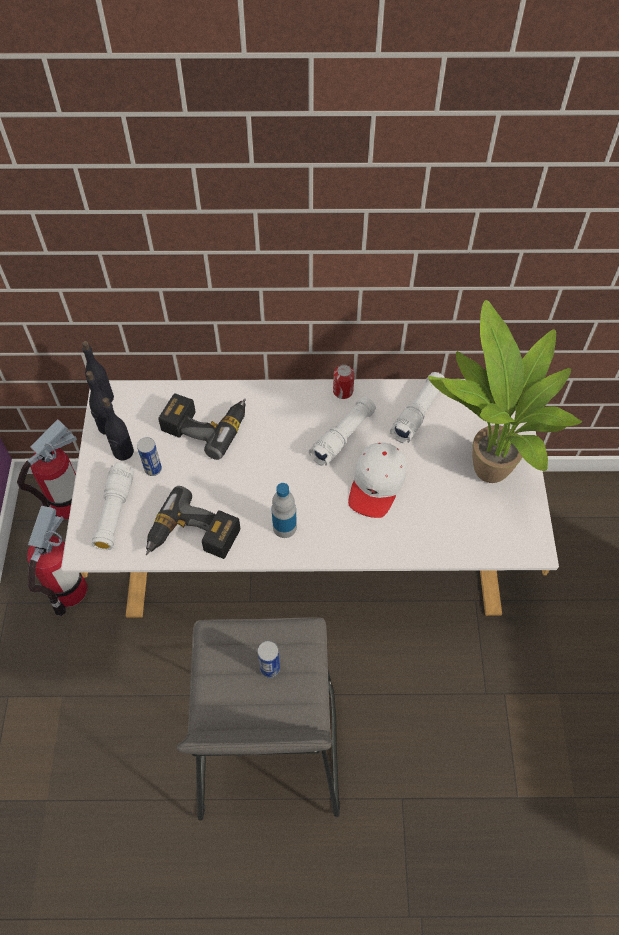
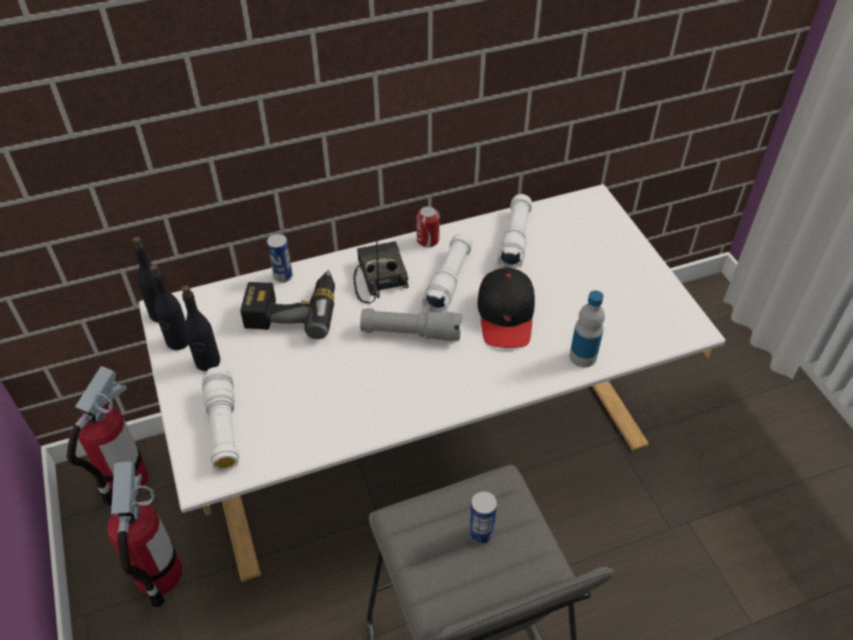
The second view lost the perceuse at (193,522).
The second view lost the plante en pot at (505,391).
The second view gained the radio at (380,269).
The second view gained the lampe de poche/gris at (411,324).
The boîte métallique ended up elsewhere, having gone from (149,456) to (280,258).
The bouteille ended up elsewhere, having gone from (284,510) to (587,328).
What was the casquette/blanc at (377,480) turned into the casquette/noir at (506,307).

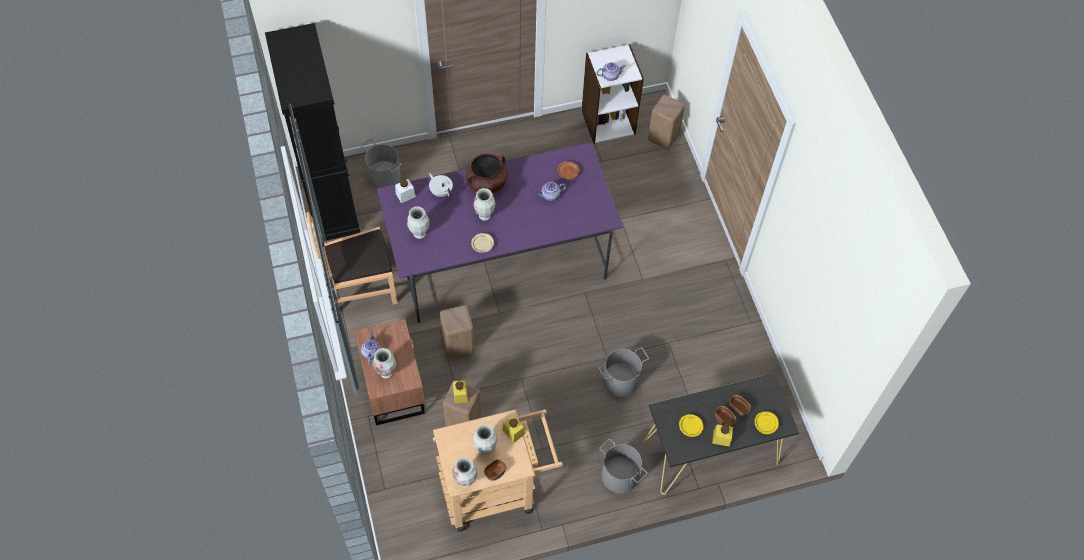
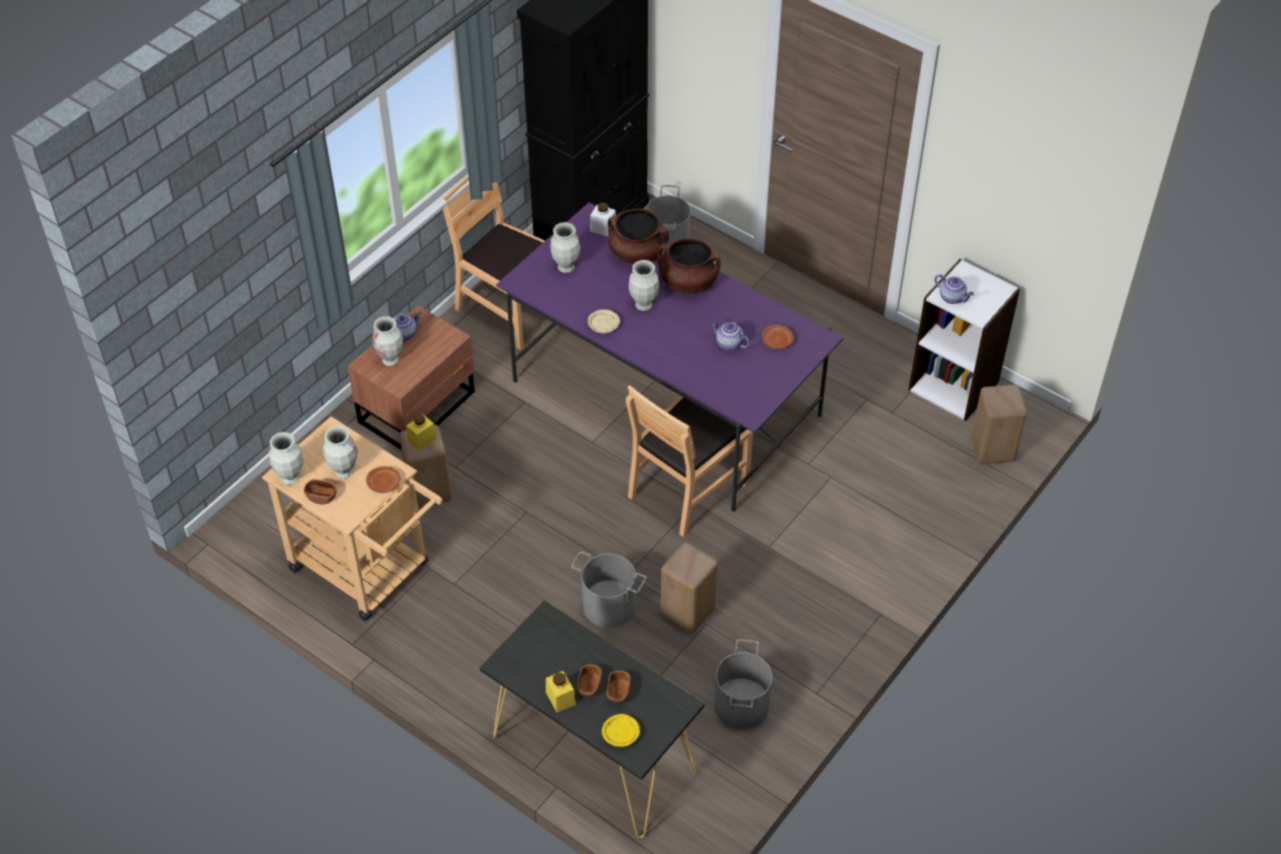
The second view lost the assiette/jaune at (691,425).
The second view gained the chaise/marron at (689,461).
The tabouret/beige ended up elsewhere, having gone from (457,331) to (689,588).
The seau/gris ended up elsewhere, having gone from (623,466) to (743,684).
Where the théière/blanc stood at (441,185), the marmite/marron came to stand at (638,236).
Where the bocal/jaune stood at (513,429), the assiette/marron came to stand at (383,479).

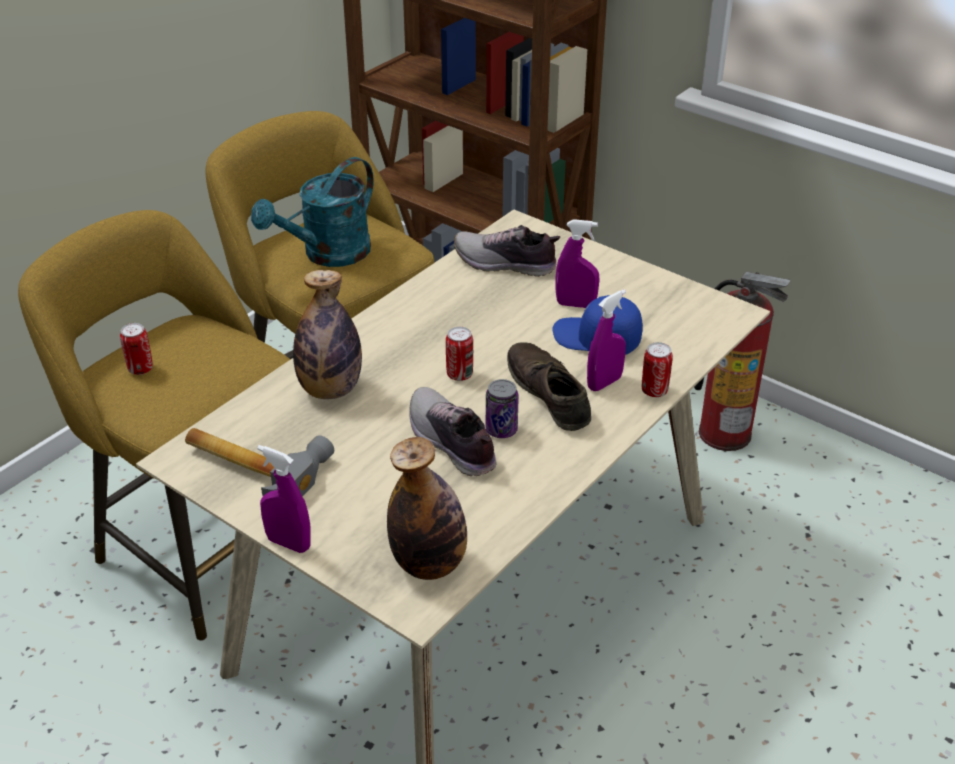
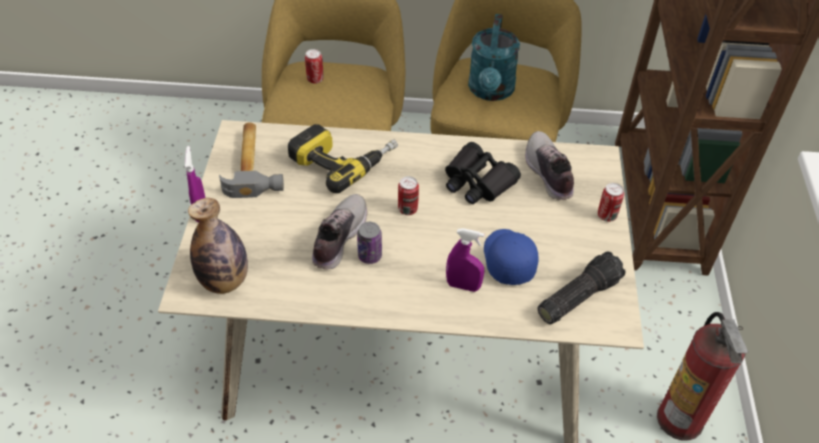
The second view lost the chaussure/marron at (549,386).
The second view lost the vaporisateur/violet at (577,263).
The second view gained the jumelles/noir at (483,173).
The second view gained the lampe de poche at (581,287).
The boîte métallique ended up elsewhere, having gone from (657,369) to (611,202).
Where the bouteille stood at (327,334), the perceuse came to stand at (343,158).
The arrosoir/turquoise at (312,212) ended up facing another way, 90 degrees counterclockwise from before.

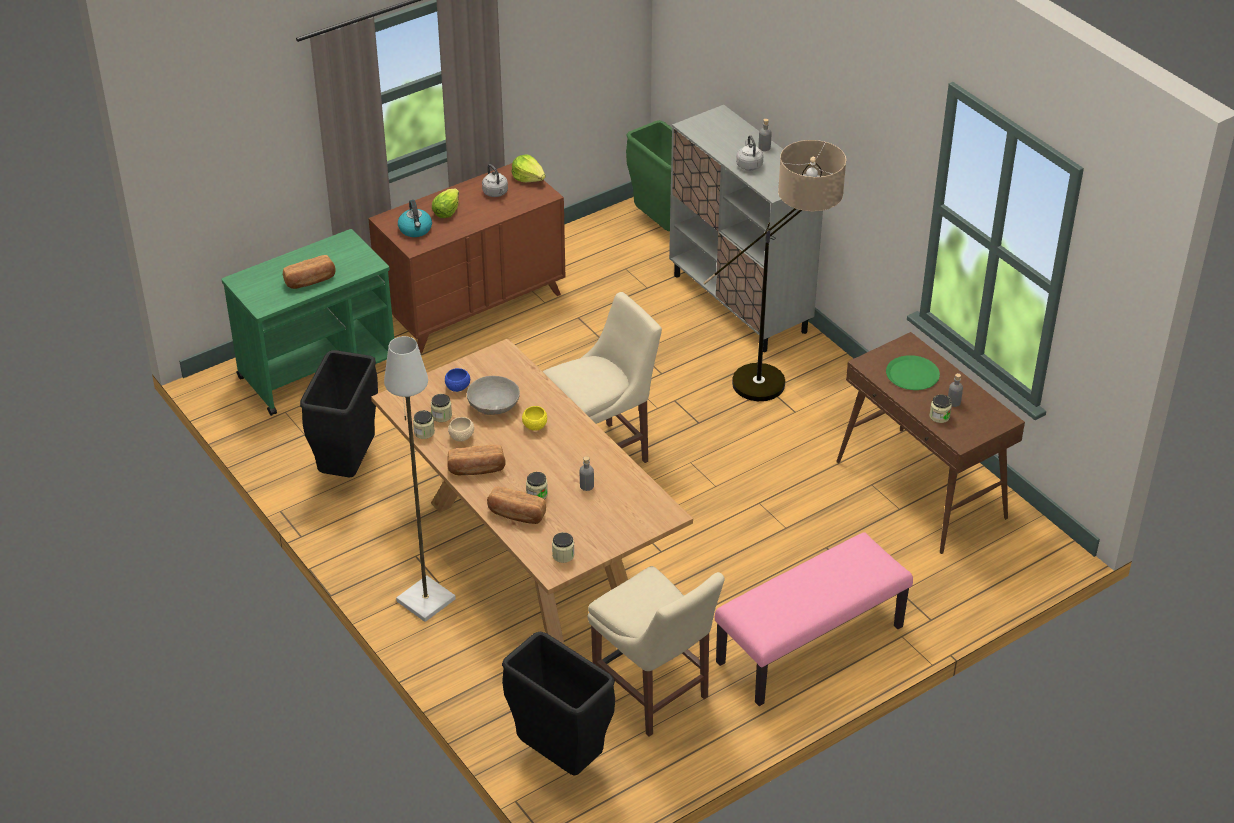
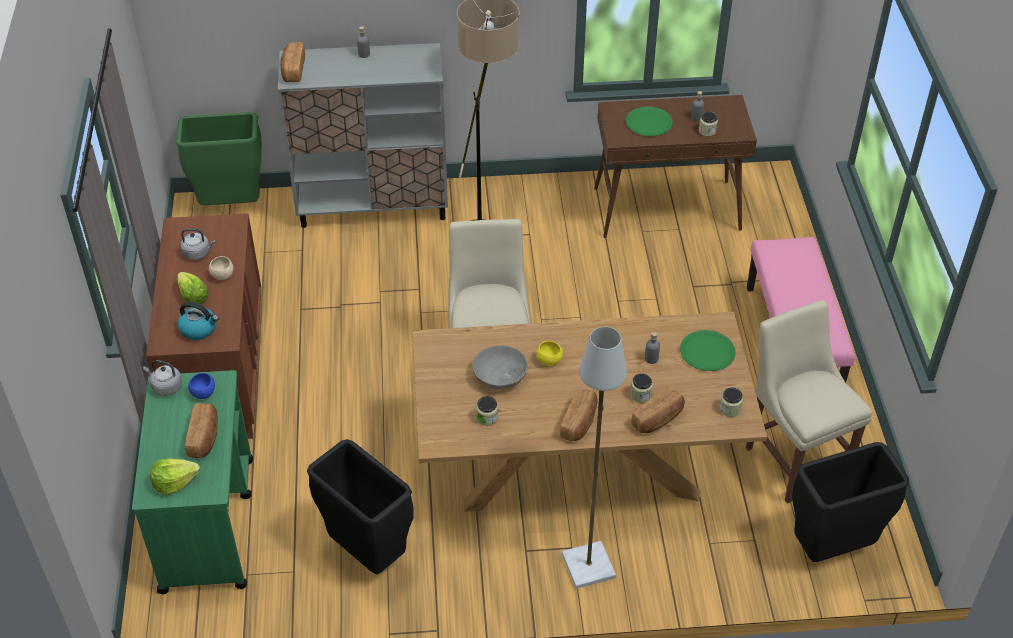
The second view lost the bocal at (424,424).
The second view gained the pain at (293,62).
The second view gained the assiette/vert at (708,350).
The bol/bleu ended up elsewhere, having gone from (457,380) to (201,386).
The bol/beige ended up elsewhere, having gone from (461,429) to (221,268).
The laitue ended up elsewhere, having gone from (528,168) to (175,476).
The bouilloire/gris ended up elsewhere, having gone from (749,153) to (162,378).
The chaise/beige at (656,651) ended up facing another way, 105 degrees counterclockwise from before.

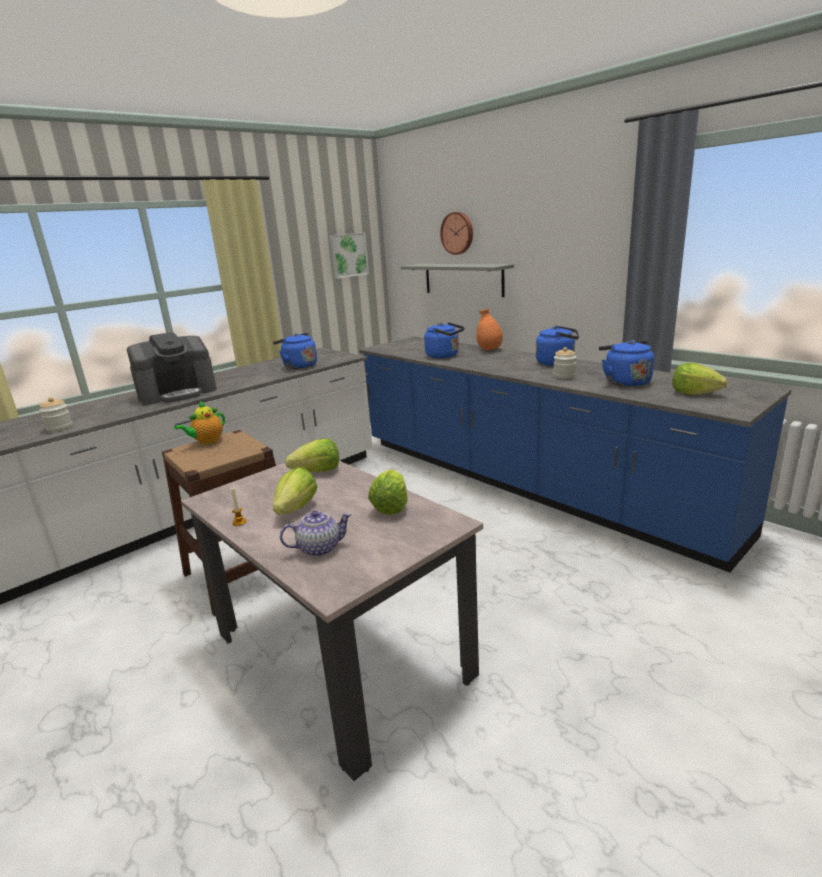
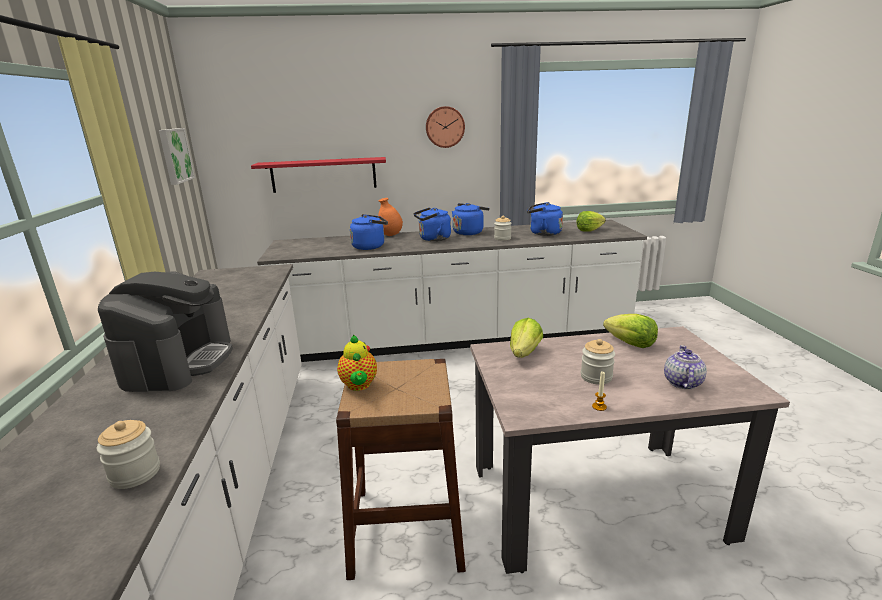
The bouilloire/bleu ended up elsewhere, having gone from (295,351) to (432,224).
The horloge murale ended up elsewhere, having gone from (456,233) to (445,127).
Where the laitue stood at (295,491), the bocal came to stand at (598,362).
What was the comptoir de cuisine/bleu at (575,454) turned into the comptoir de cuisine/blanc at (452,291).
What was the étagère/gris at (457,280) turned into the étagère/rouge at (318,175).

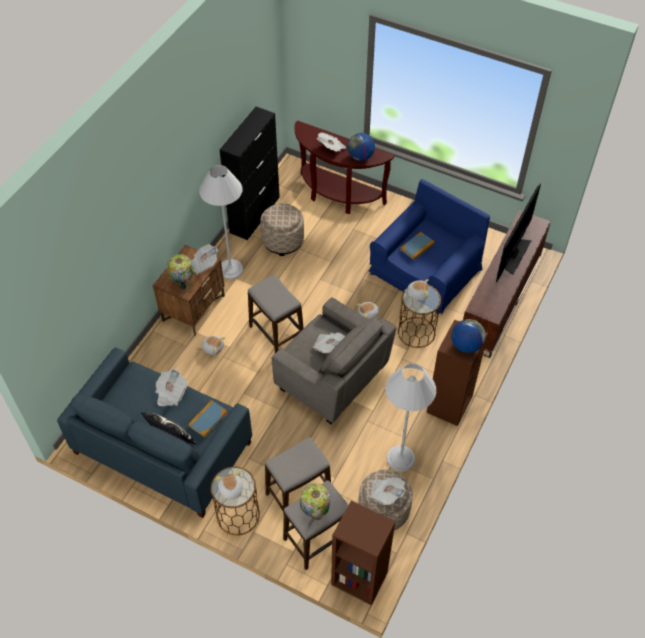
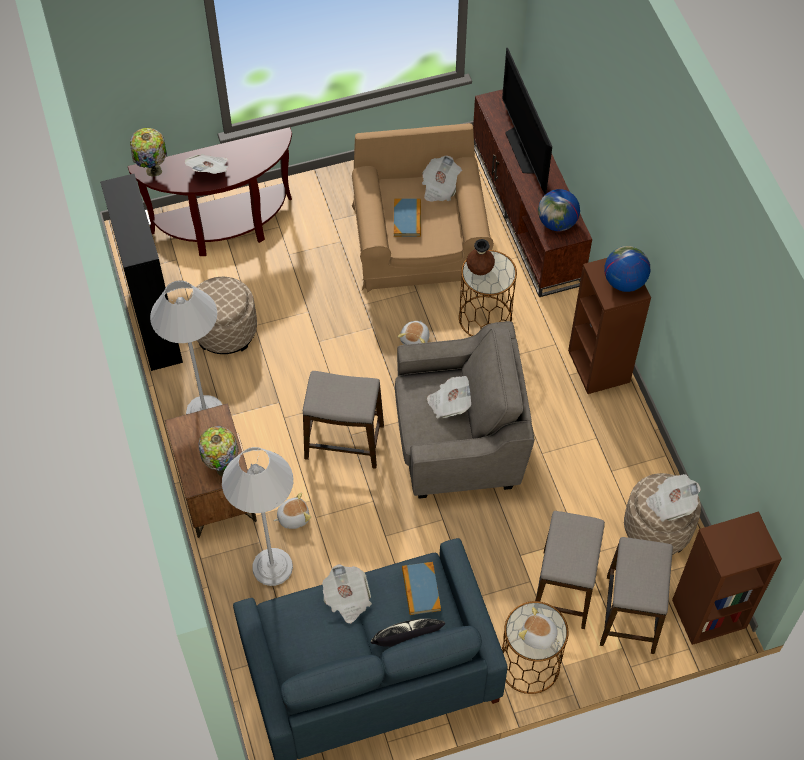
The journal ended up elsewhere, having gone from (204,259) to (442,178).
The lampe de table ended up elsewhere, having gone from (315,501) to (148,152).
The globe ended up elsewhere, having gone from (361,147) to (559,210).
The lampadaire/blanc ended up elsewhere, having gone from (410,417) to (258,516).
Where the peluche stood at (416,289), the vase/marron came to stand at (481,257).
What was the fauteuil/bleu at (429,246) turned into the fauteuil/marron at (423,208).

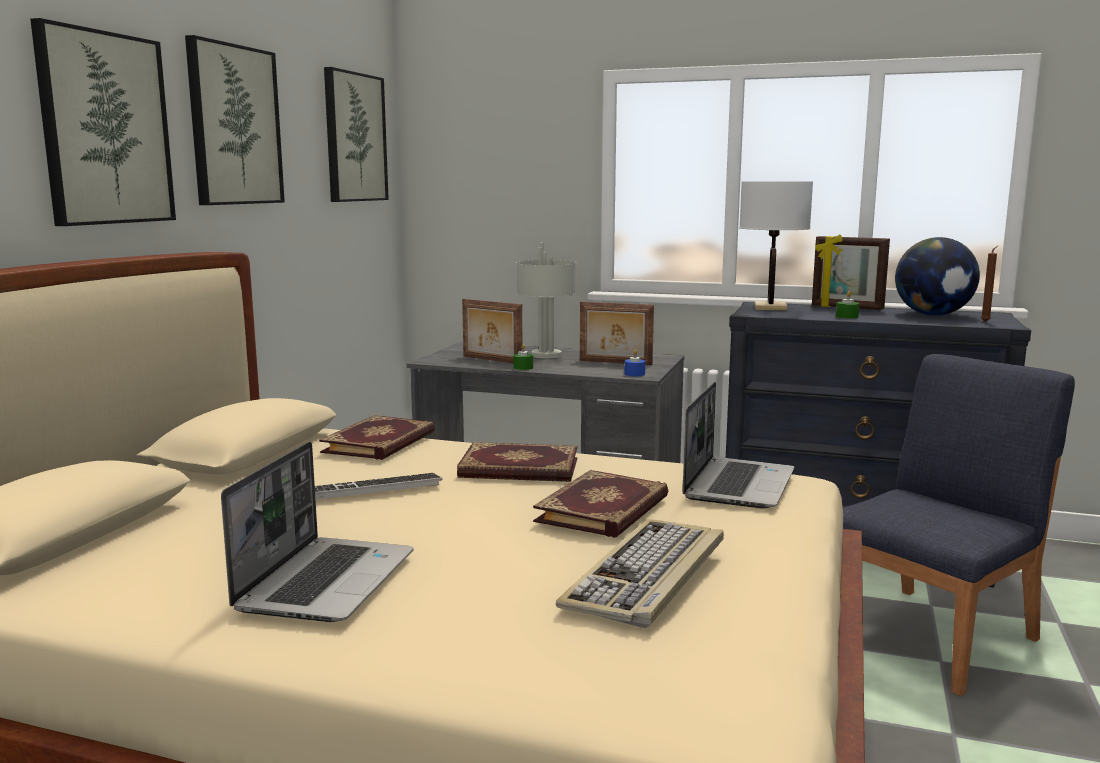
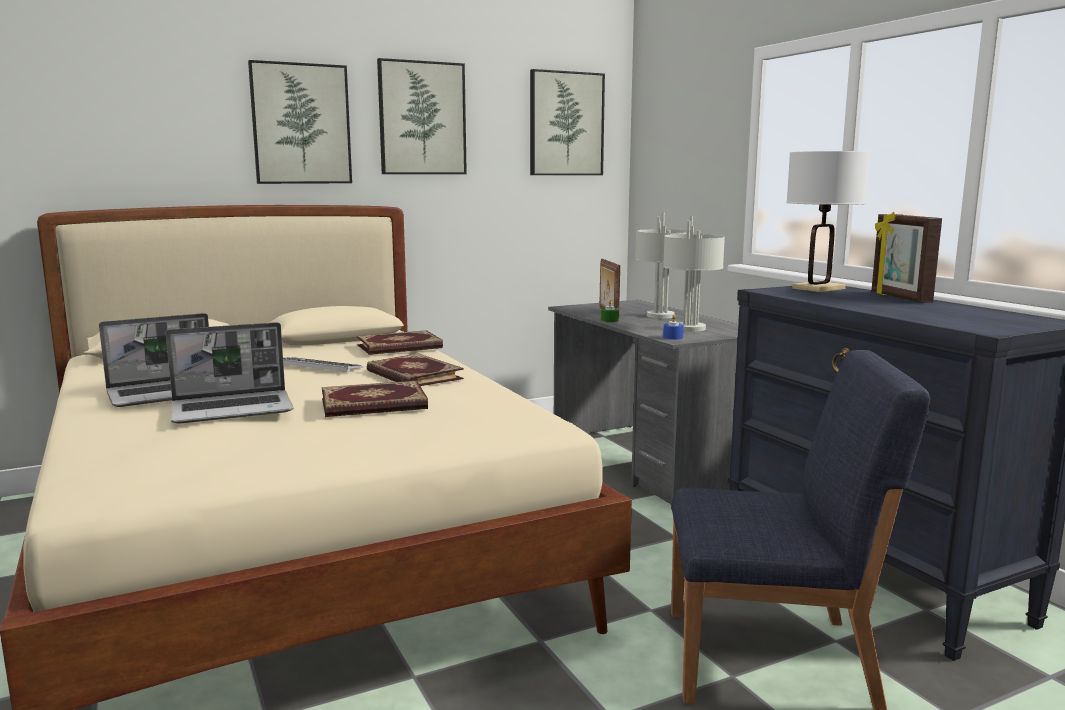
The second view lost the clavier at (640,573).
The second view lost the bougie/vert at (847,305).
The second view lost the globe at (937,276).
The second view lost the bougie/marron at (989,284).
The ordinateur portable ended up elsewhere, having gone from (738,445) to (230,372).
Where the cadre photo stood at (617,333), the lampe de table/gris came to stand at (694,274).

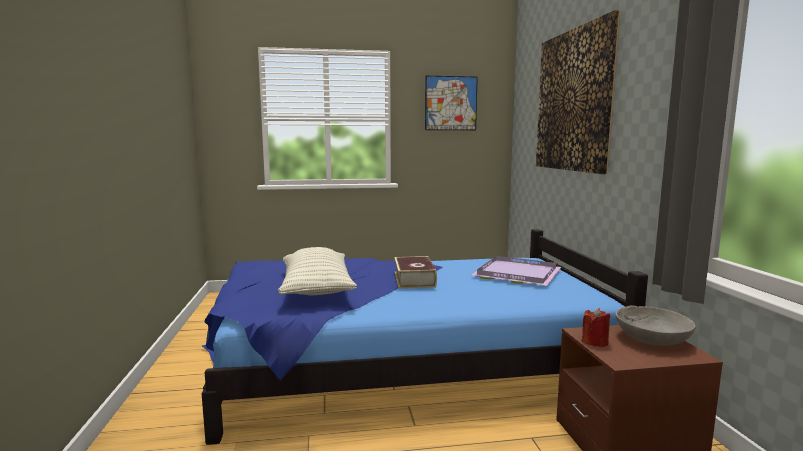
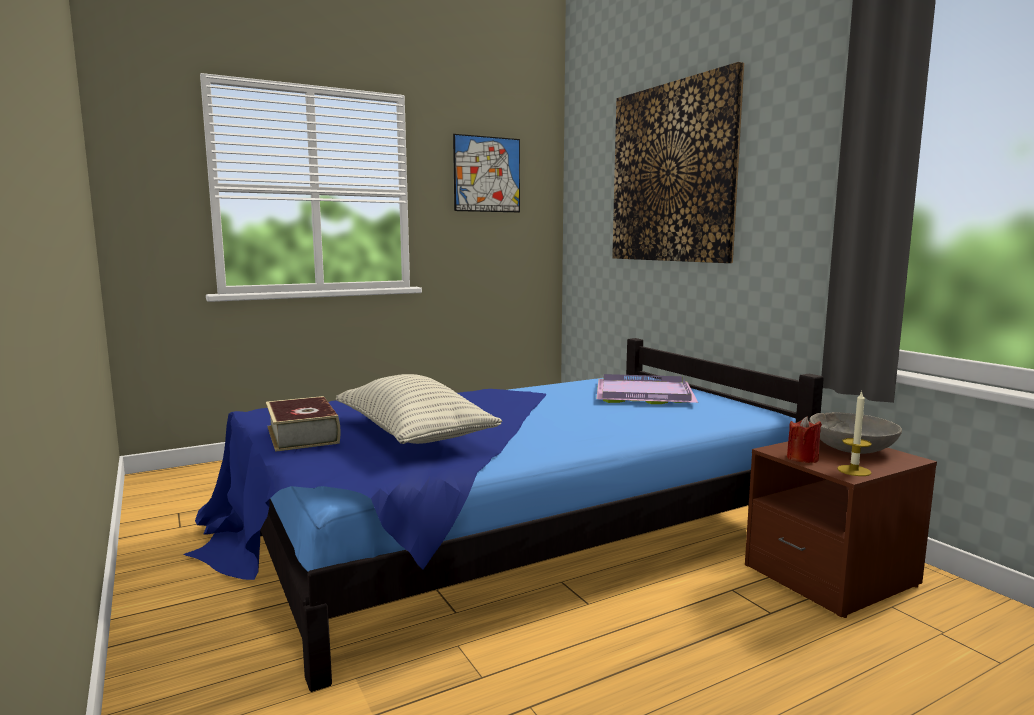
The second view gained the bougie at (854,433).
The livre ended up elsewhere, having gone from (415,272) to (303,424).

